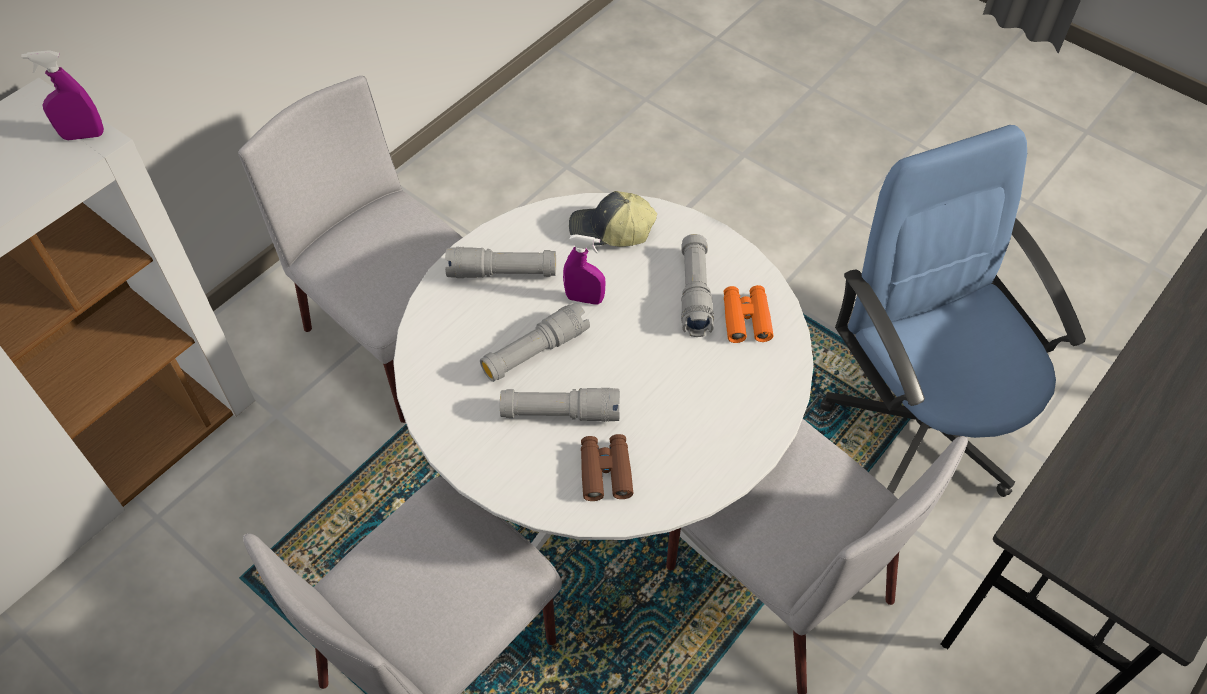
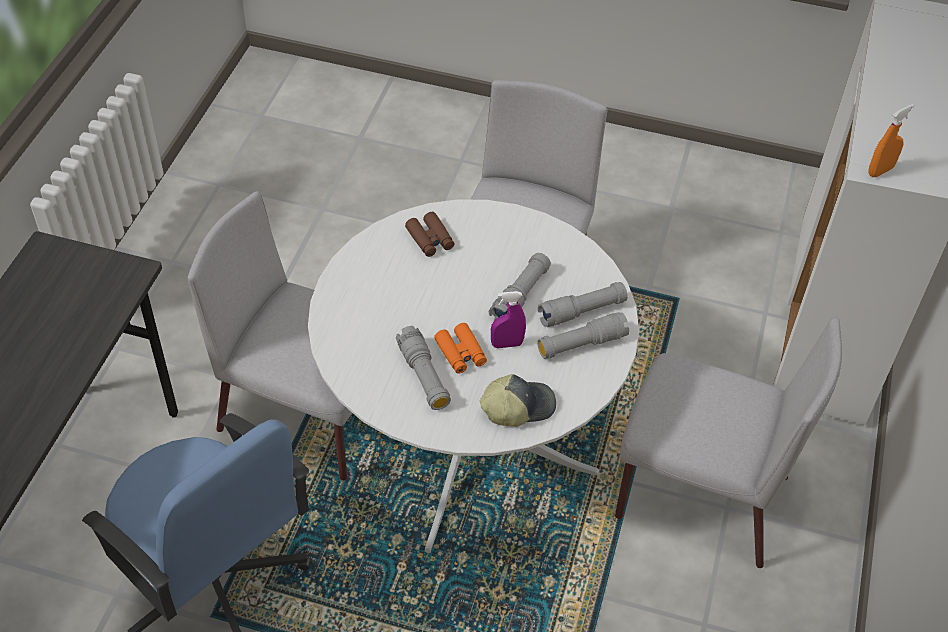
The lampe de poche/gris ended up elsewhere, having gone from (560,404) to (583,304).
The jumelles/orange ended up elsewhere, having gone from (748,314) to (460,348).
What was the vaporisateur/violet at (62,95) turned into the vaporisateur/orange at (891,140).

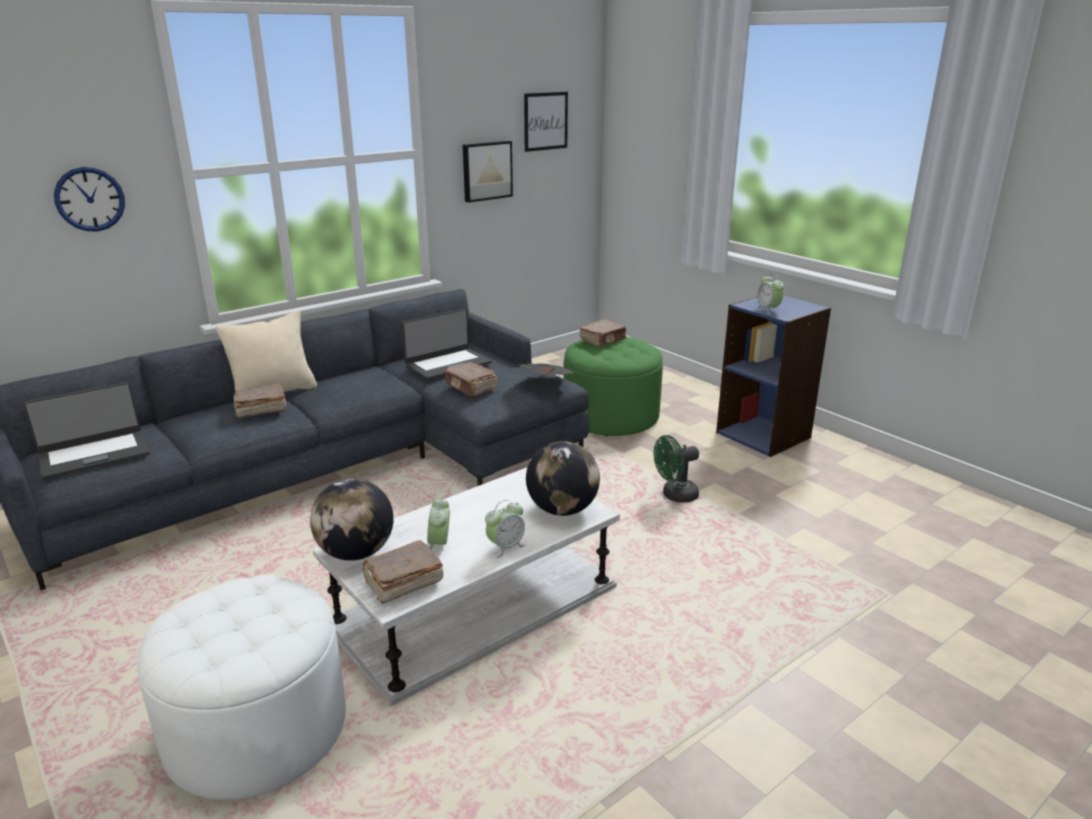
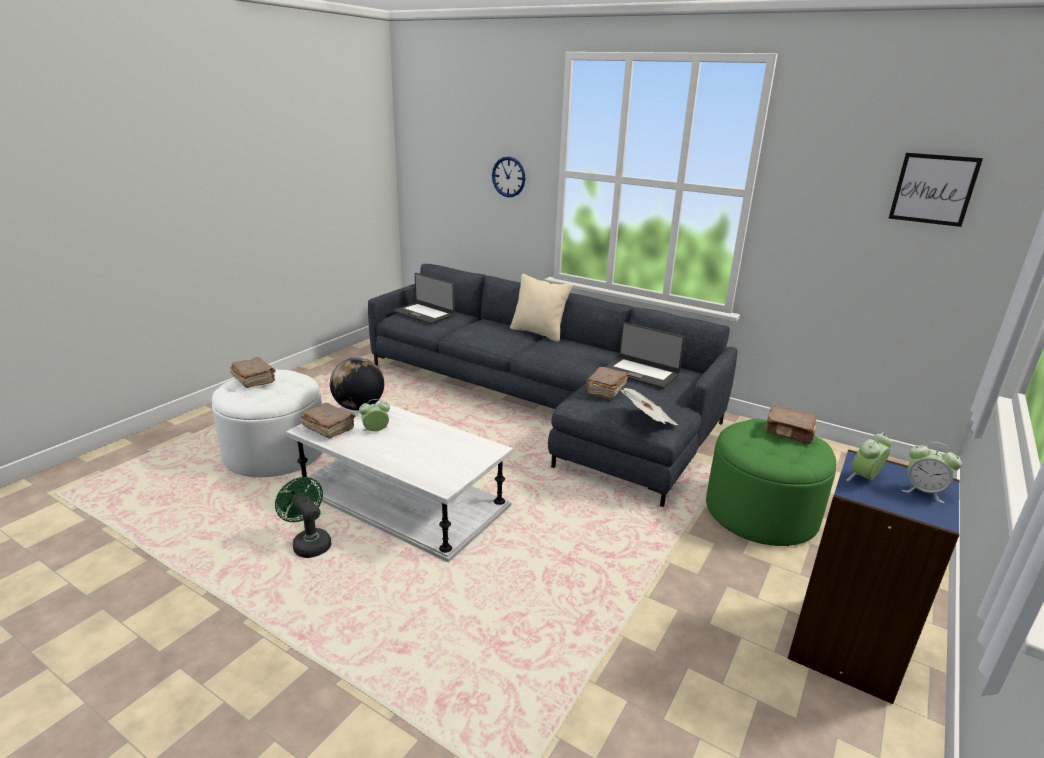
The second view lost the tableau at (488,172).
The second view lost the globe at (563,478).
The livre/marron ended up elsewhere, having gone from (260,401) to (252,372).
The réveil ended up elsewhere, having gone from (505,529) to (932,472).
The ventilateur/vert ended up elsewhere, having gone from (676,469) to (303,517).

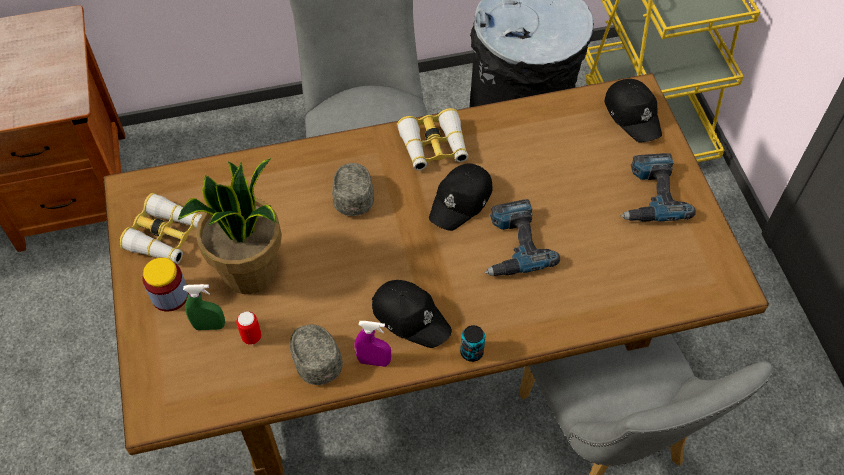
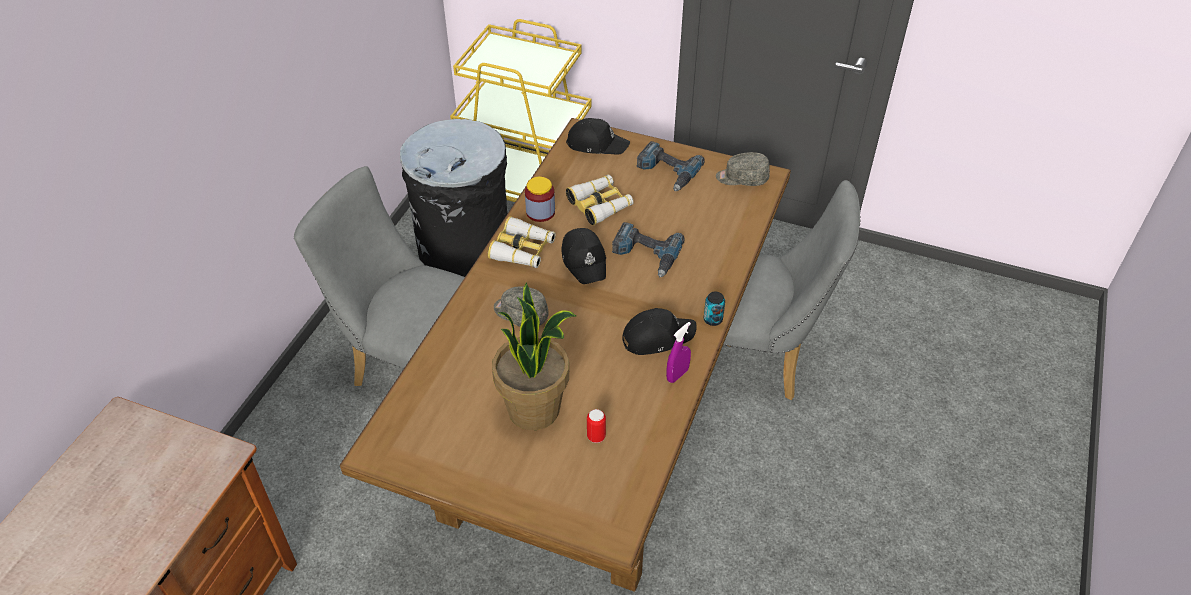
The second view lost the vaporisateur/vert at (204,307).
The jumelles ended up elsewhere, having gone from (160,228) to (600,200).
The bocal ended up elsewhere, having gone from (165,284) to (540,199).
The casquette/gris ended up elsewhere, having gone from (316,355) to (743,169).

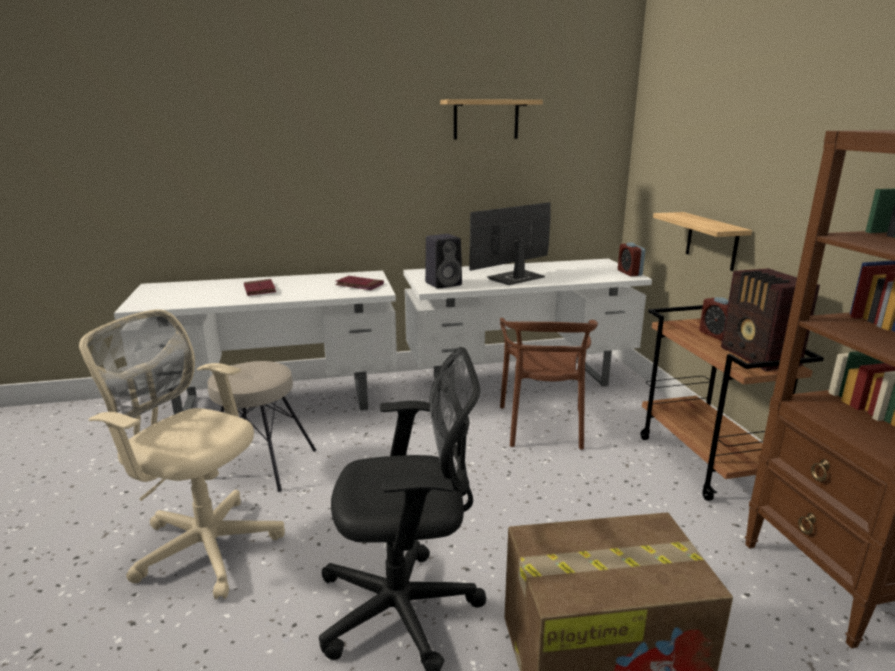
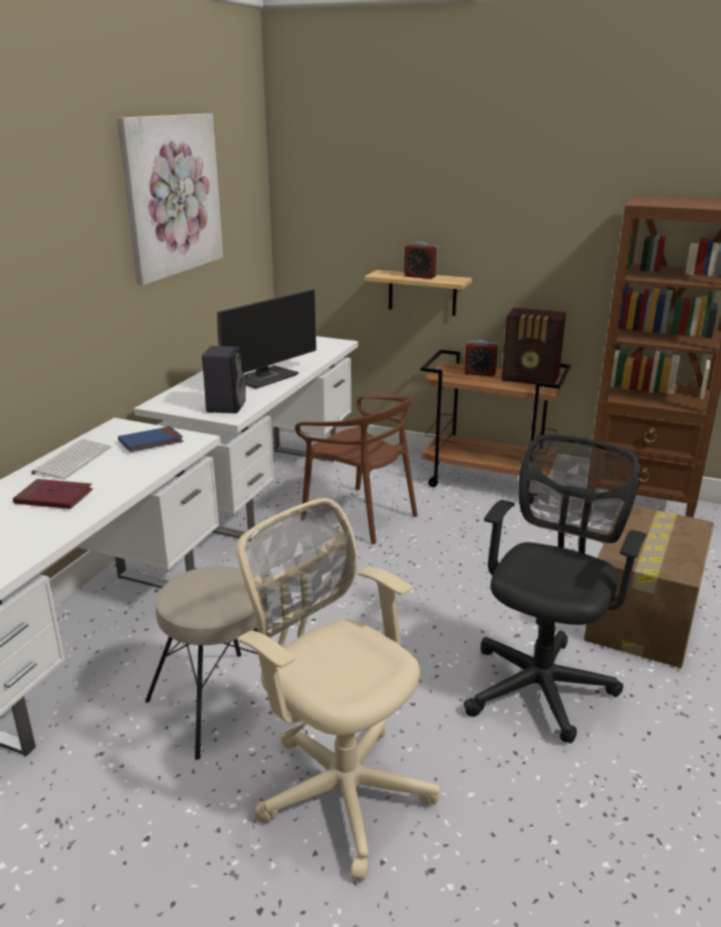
The second view gained the clavier at (71,459).
The réveil ended up elsewhere, having gone from (631,259) to (421,260).
Where the étagère hung at (491,119), the tableau came to hang at (170,199).
What was the livre/rouge at (359,283) turned into the livre/bleu at (150,439).
The chaise de bureau/beige at (182,454) ended up facing another way, 75 degrees clockwise from before.
The écran d'ordinateur at (510,243) ended up facing another way, 135 degrees counterclockwise from before.

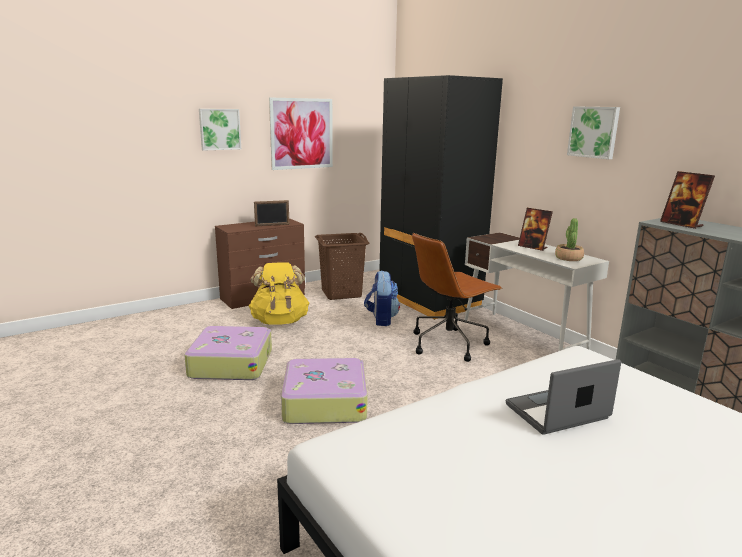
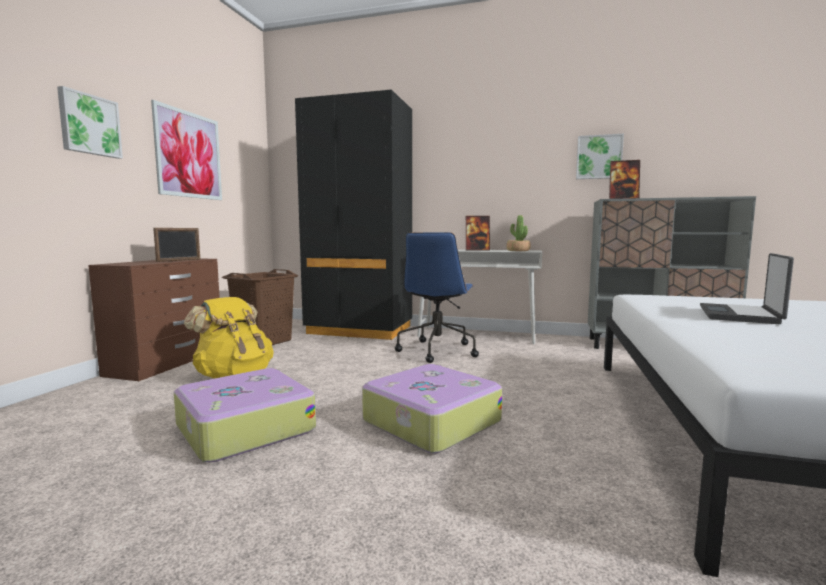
The second view lost the sac à dos at (382,298).
The tableau ended up elsewhere, having gone from (593,132) to (600,156).
What was the chaise de bureau/marron at (457,297) turned into the chaise de bureau/bleu at (437,297).

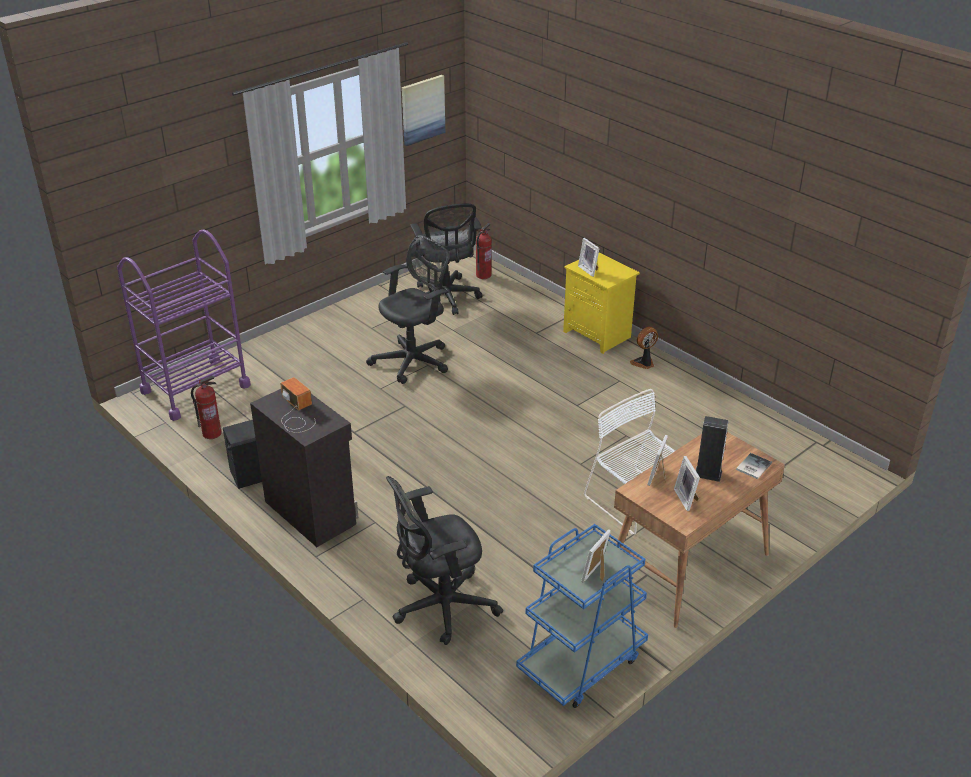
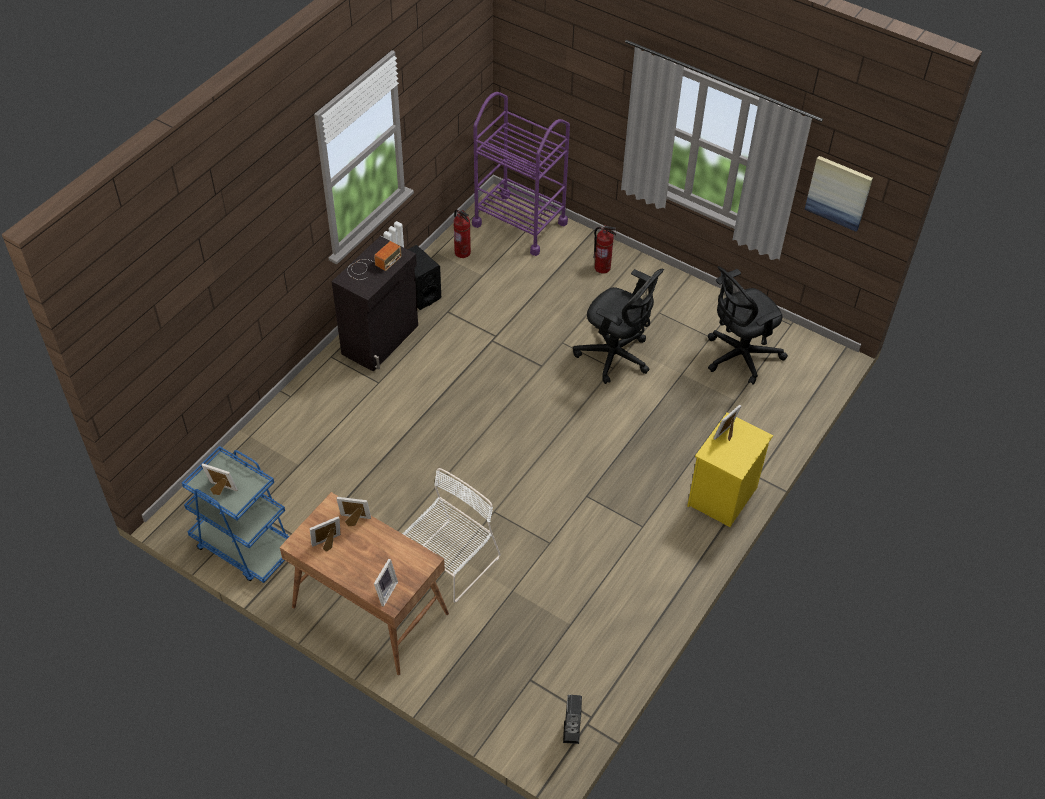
The second view lost the chaise de bureau/noir at (444,560).
The second view lost the ventilateur at (644,348).
The extincteur ended up elsewhere, having gone from (484,251) to (605,249).
The enceinte ended up elsewhere, having gone from (712,449) to (572,719).
Where the livre stood at (754,466), the cadre photo came to stand at (386,583).

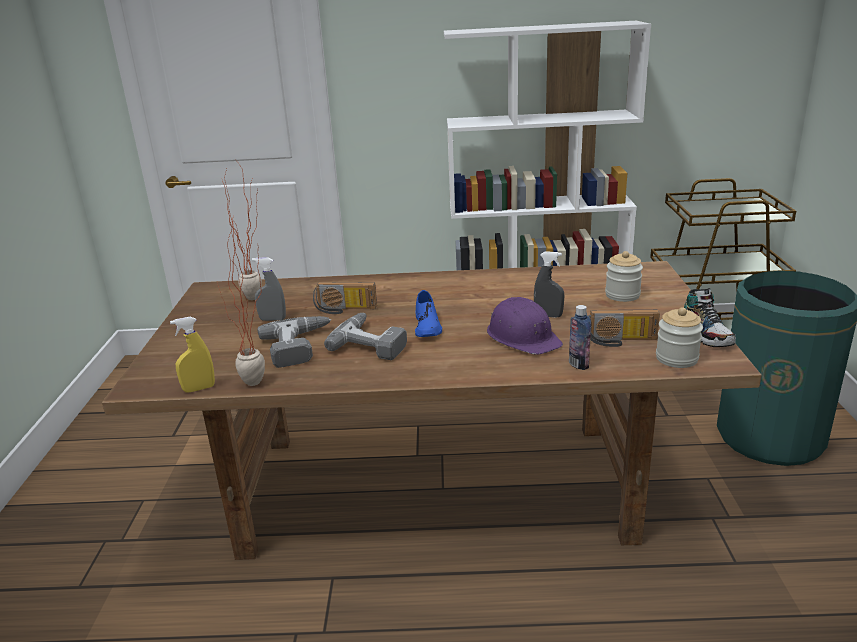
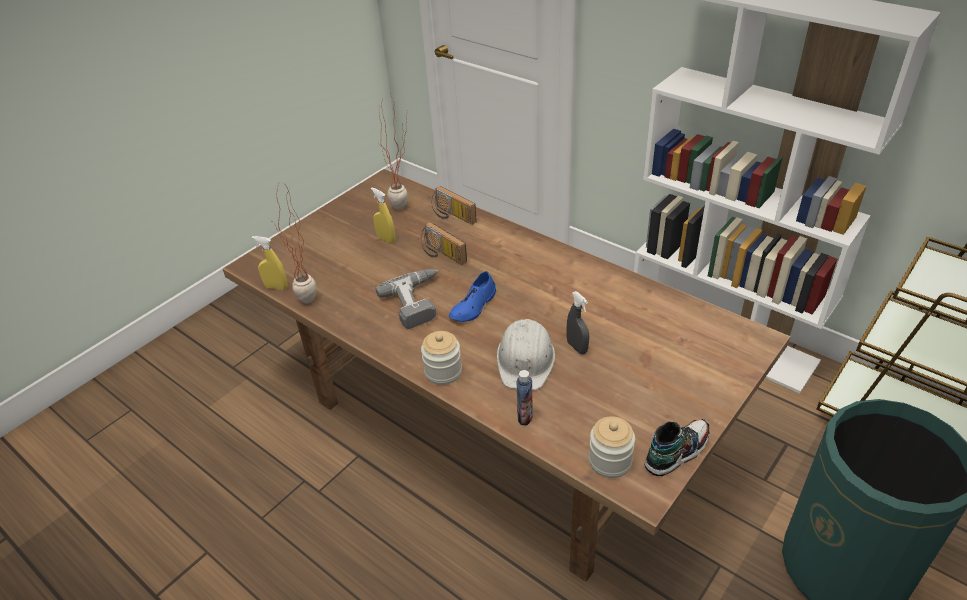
The second view lost the perceuse at (294,342).
The radio ended up elsewhere, having gone from (624,328) to (453,205).
The bocal ended up elsewhere, having gone from (624,276) to (441,358).
What was the vaporisateur/gris at (269,289) turned into the vaporisateur/jaune at (383,216).
What was the casque de chantier/violet at (525,326) turned into the casque de chantier/blanc at (526,354).
The chaussure at (710,317) ended up facing another way, 150 degrees counterclockwise from before.

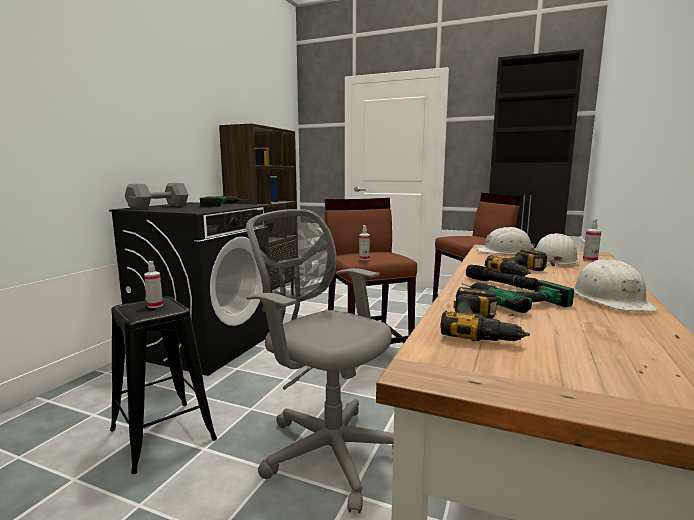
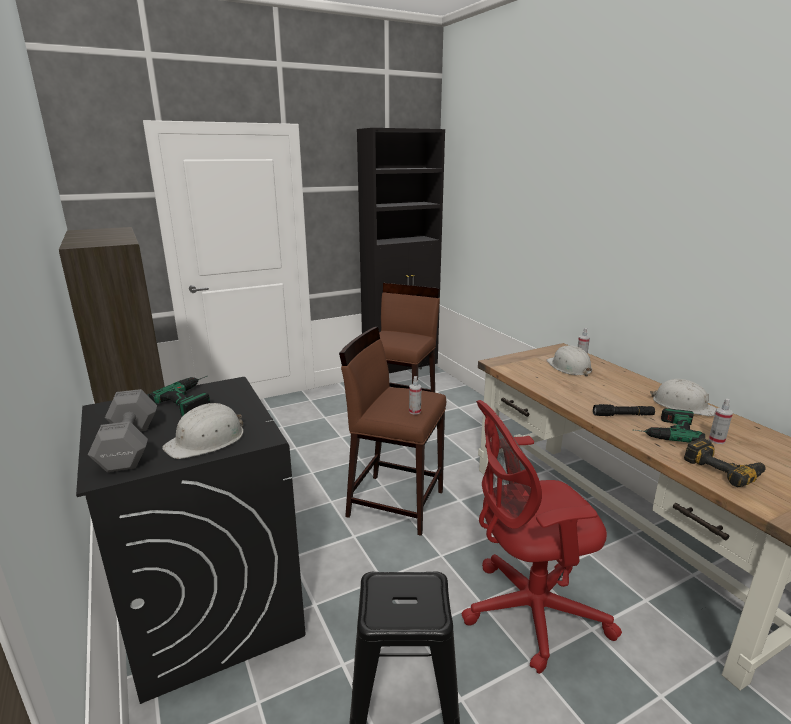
The second view lost the perceuse at (516,262).
The vaporisateur ended up elsewhere, having gone from (153,284) to (721,421).
The casque de chantier/blanc ended up elsewhere, having gone from (505,240) to (202,431).
What was the chaise de bureau/gris at (320,361) turned into the chaise de bureau/rouge at (542,537).

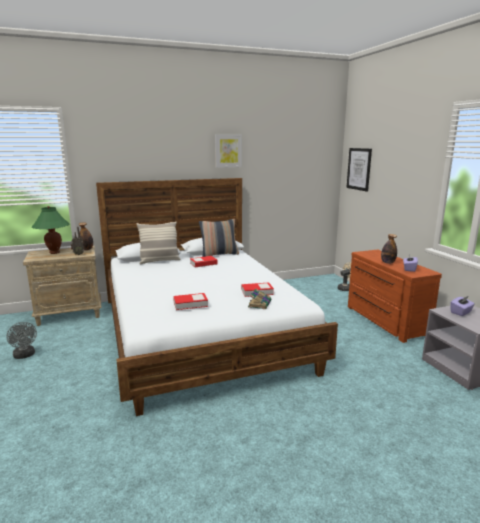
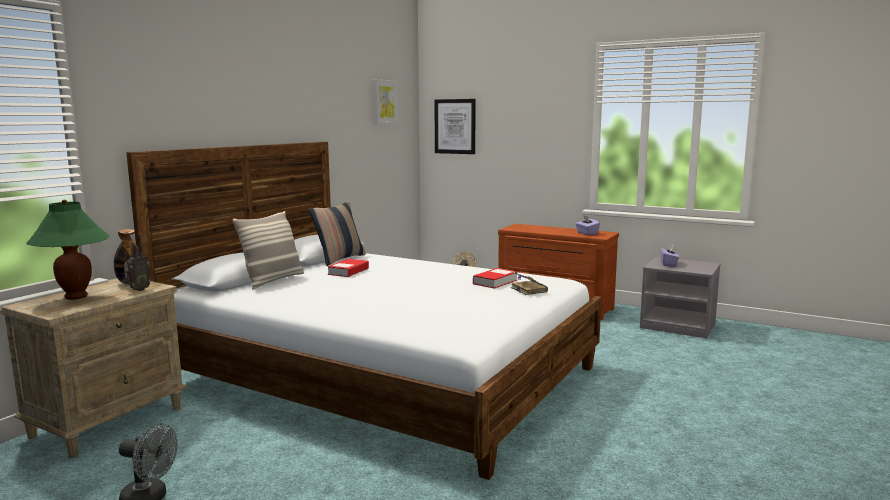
The second view lost the livre at (190,301).
The second view lost the bouteille at (389,249).
The tableau ended up elsewhere, having gone from (228,151) to (385,101).

